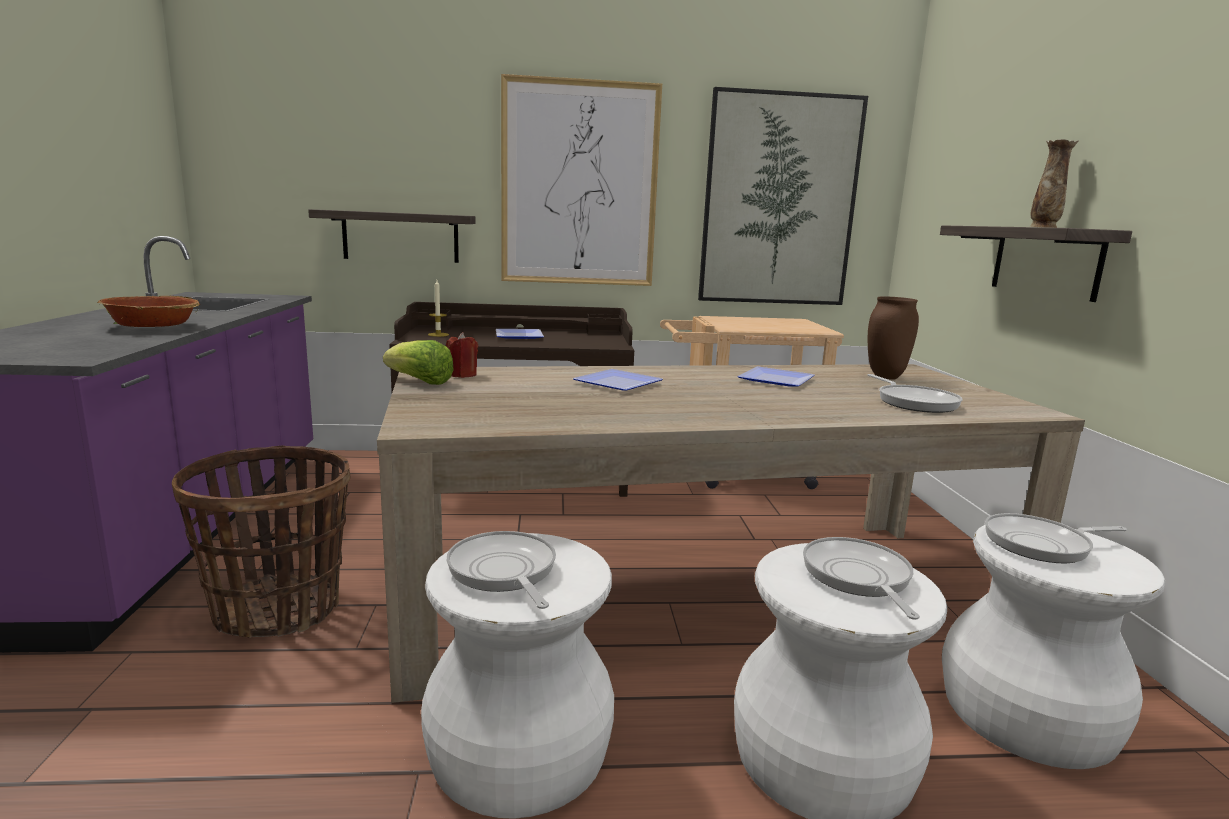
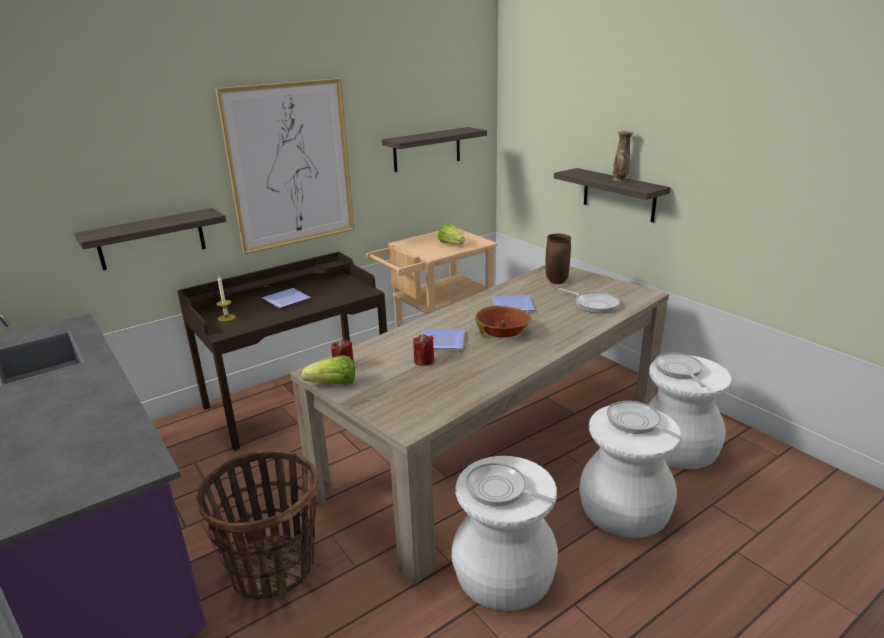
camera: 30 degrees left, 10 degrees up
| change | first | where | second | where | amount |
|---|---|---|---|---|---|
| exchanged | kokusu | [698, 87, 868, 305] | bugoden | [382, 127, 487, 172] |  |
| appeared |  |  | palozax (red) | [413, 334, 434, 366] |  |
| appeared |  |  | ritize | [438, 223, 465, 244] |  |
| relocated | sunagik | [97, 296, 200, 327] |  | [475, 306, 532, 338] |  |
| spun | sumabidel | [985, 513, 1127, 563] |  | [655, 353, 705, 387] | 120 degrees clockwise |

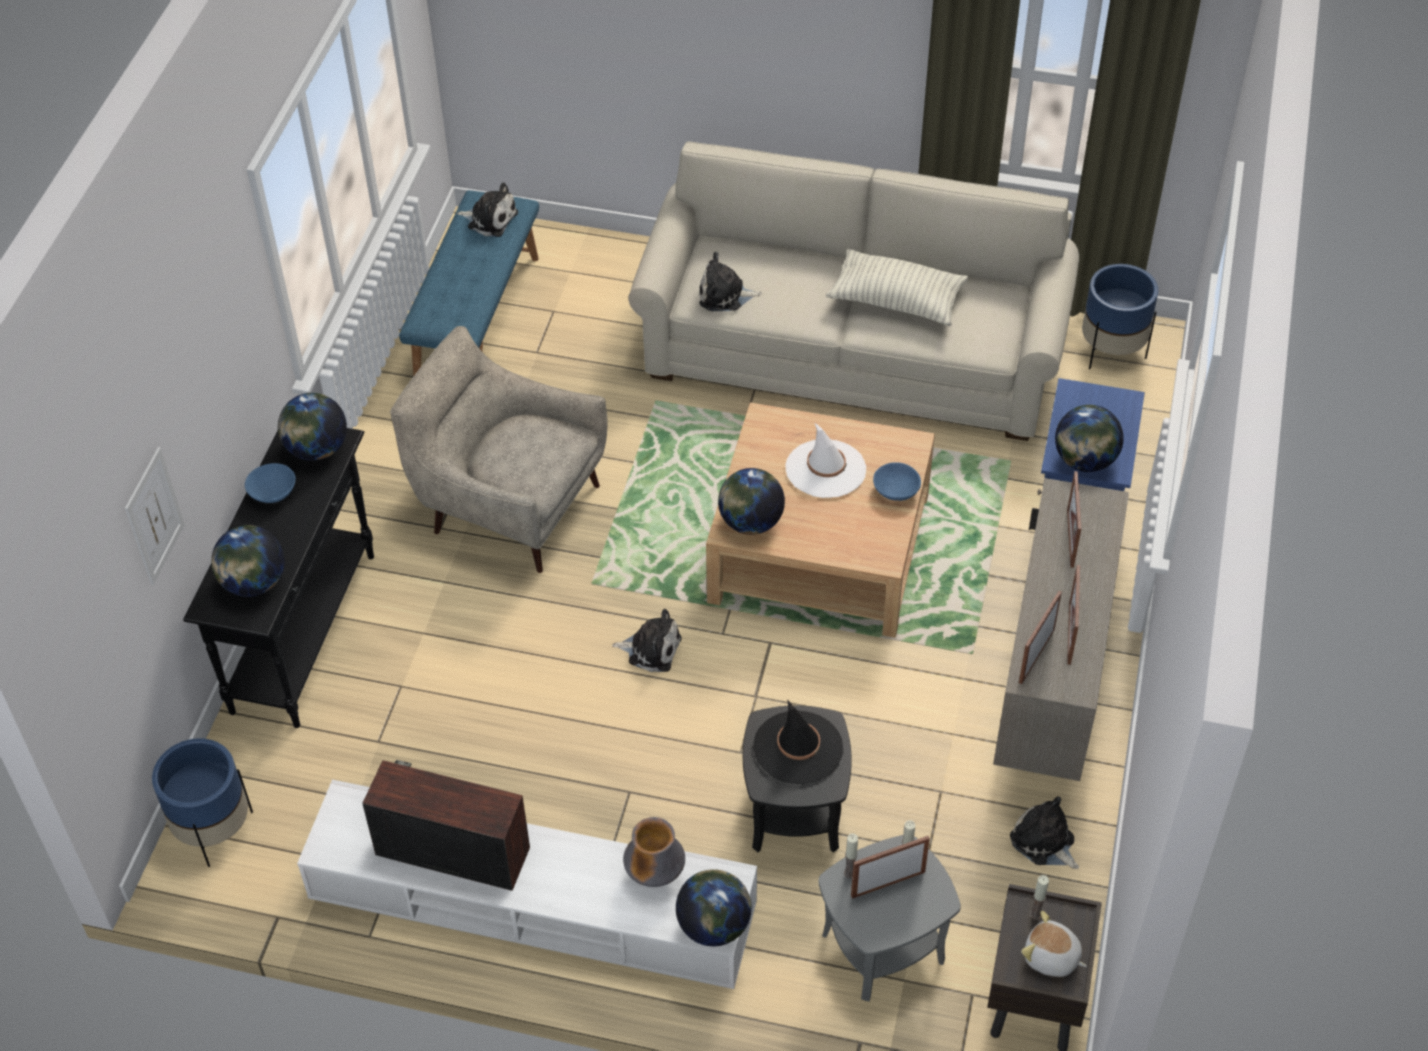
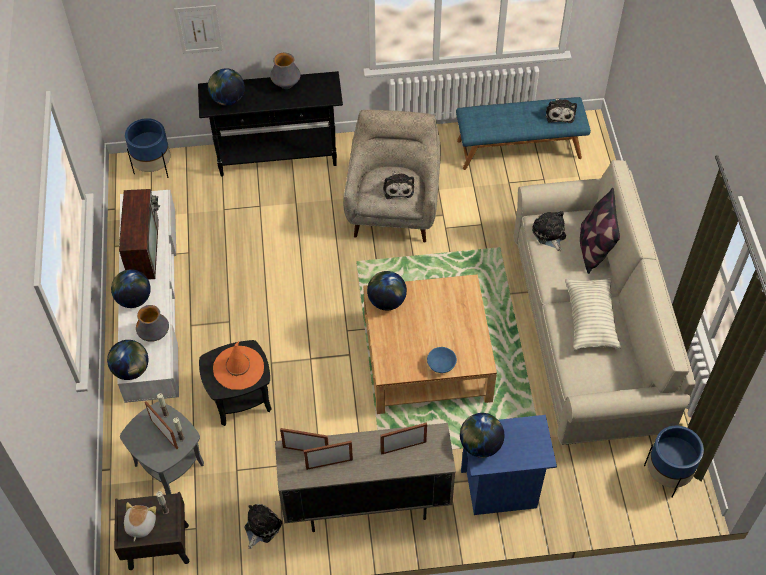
camera: 70 degrees right, 5 degrees up
| change | first | where | second | where | amount |
|---|---|---|---|---|---|
| relocated | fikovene | [278, 393, 347, 461] |  | [111, 269, 151, 308] |  |
| colour | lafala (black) | [753, 699, 843, 784] | lafala (orange) | [213, 341, 264, 390] |  |
| exchanged | sunagik (blue) | [245, 463, 296, 503] | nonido | [270, 53, 301, 89] |  |
| relocated | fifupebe | [612, 609, 682, 672] |  | [383, 171, 414, 199] |  |
| appeared |  |  | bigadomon | [580, 188, 620, 274] |  |
| missing | lafala (white) | [785, 422, 866, 498] |  |  |  |

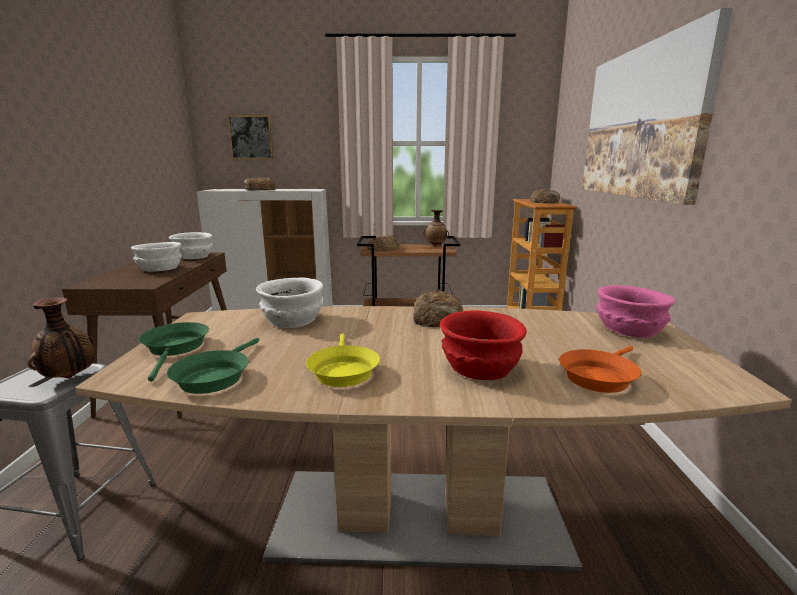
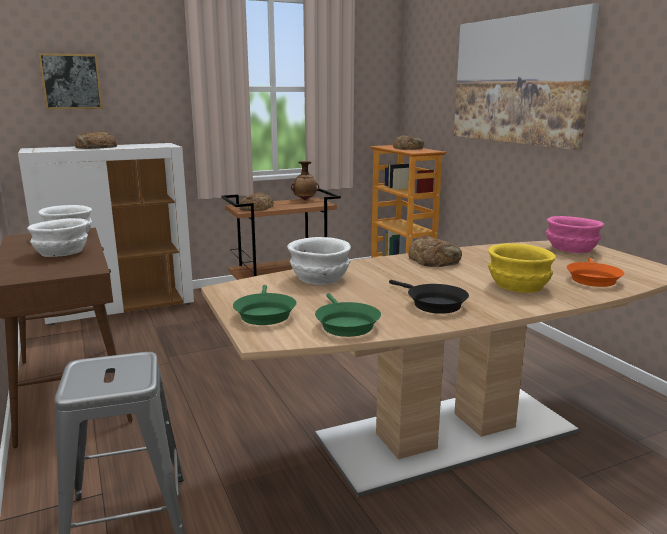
camera: 25 degrees left, 0 degrees up
| change | first | where | second | where | amount |
|---|---|---|---|---|---|
| spun | sumabidel (green) | [139, 322, 209, 382] |  | [233, 285, 297, 325] | 150 degrees counterclockwise |
| colour | sumabidel (yellow) | [306, 333, 380, 387] | sumabidel (black) | [389, 280, 469, 314] |  |
| colour | sunagik (red) | [440, 310, 527, 380] | sunagik (yellow) | [488, 243, 556, 293] |  |
| missing | nonido | [28, 297, 94, 378] |  |  |  |

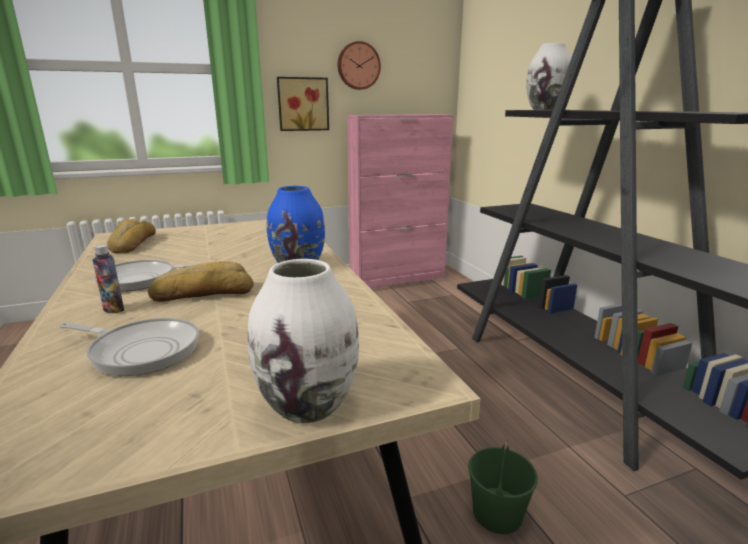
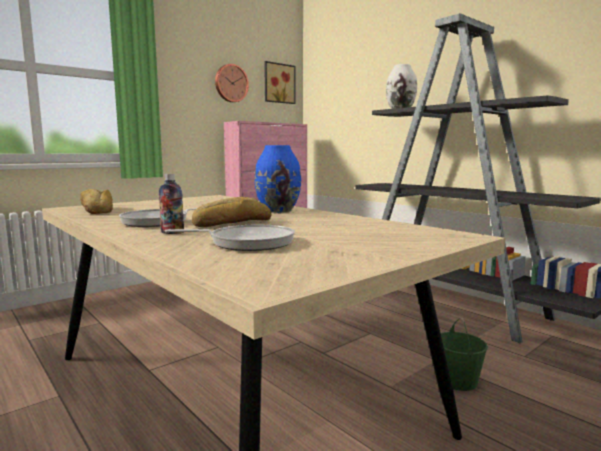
camera: 20 degrees left, 10 degrees down
| change | first | where | second | where | amount |
|---|---|---|---|---|---|
| relocated | kokusu | [277, 77, 329, 131] |  | [264, 61, 296, 104] |  |
| missing | nonido (white) | [248, 259, 359, 423] |  |  |  |

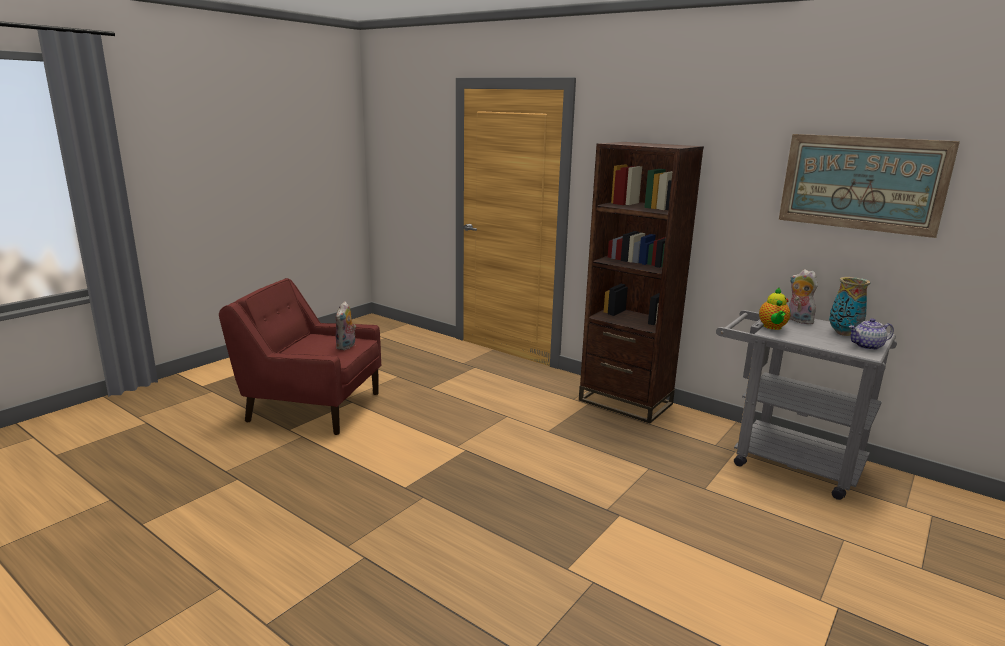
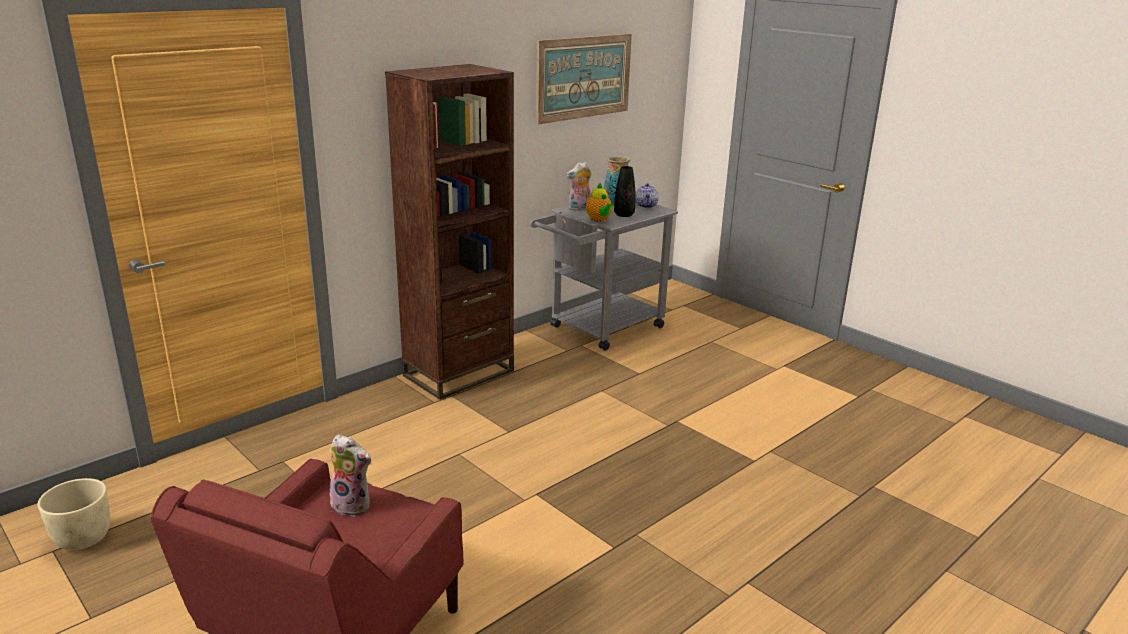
camera: 80 degrees left, 5 degrees up
| change | first | where | second | where | amount |
|---|---|---|---|---|---|
| appeared |  |  | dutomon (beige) | [38, 478, 110, 550] |  |
| spun | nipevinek | [759, 288, 790, 330] |  | [586, 183, 614, 222] | 45 degrees clockwise |
| appeared |  |  | nonido (black) | [614, 166, 636, 217] |  |

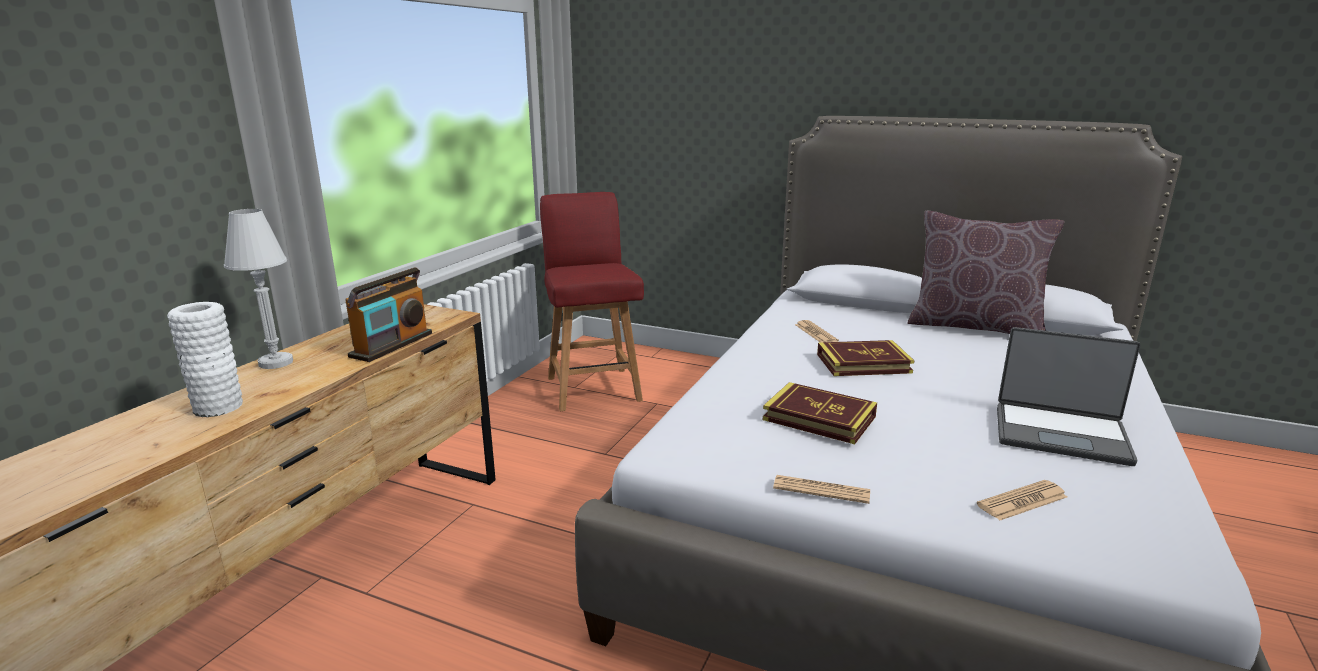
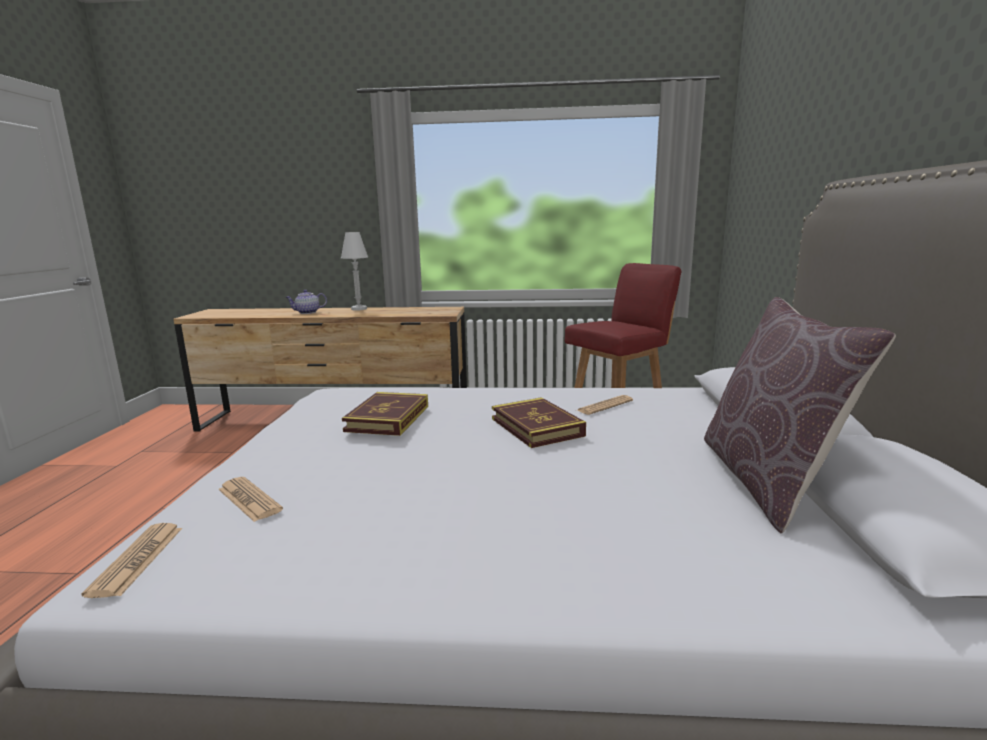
camera: 70 degrees right, 5 degrees down
| change | first | where | second | where | amount |
|---|---|---|---|---|---|
| relocated | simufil | [773, 475, 870, 504] |  | [81, 523, 182, 598] |  |
| exchanged | nonido (white) | [167, 302, 243, 417] | nipevinek | [285, 290, 327, 314] |  |
| missing | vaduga | [345, 267, 432, 362] |  |  |  |
| missing | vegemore | [997, 327, 1140, 466] |  |  |  |

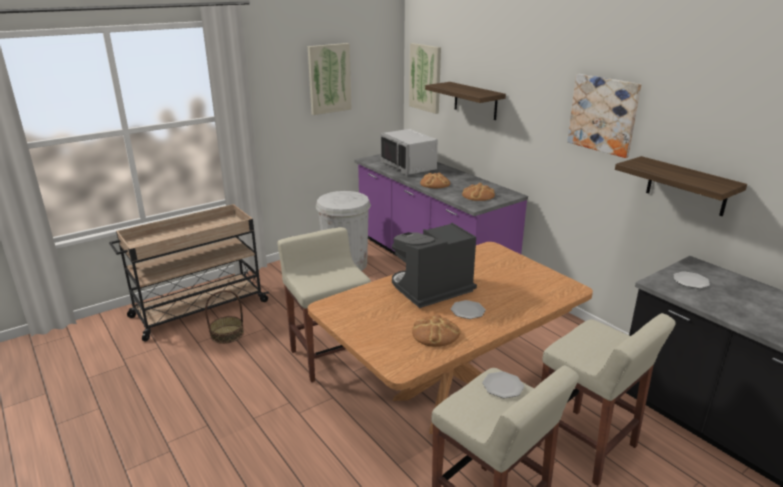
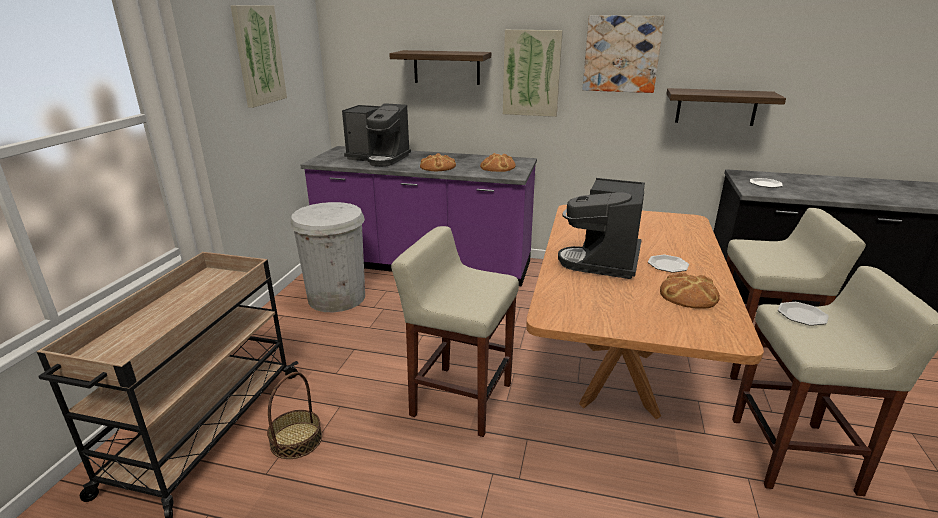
camera: 40 degrees left, 0 degrees up
| change | first | where | second | where | amount |
|---|---|---|---|---|---|
| exchanged | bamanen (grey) | [381, 129, 438, 175] | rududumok | [342, 103, 411, 167] |  |
| relocated | kokusu | [409, 43, 441, 114] |  | [503, 30, 563, 117] |  |

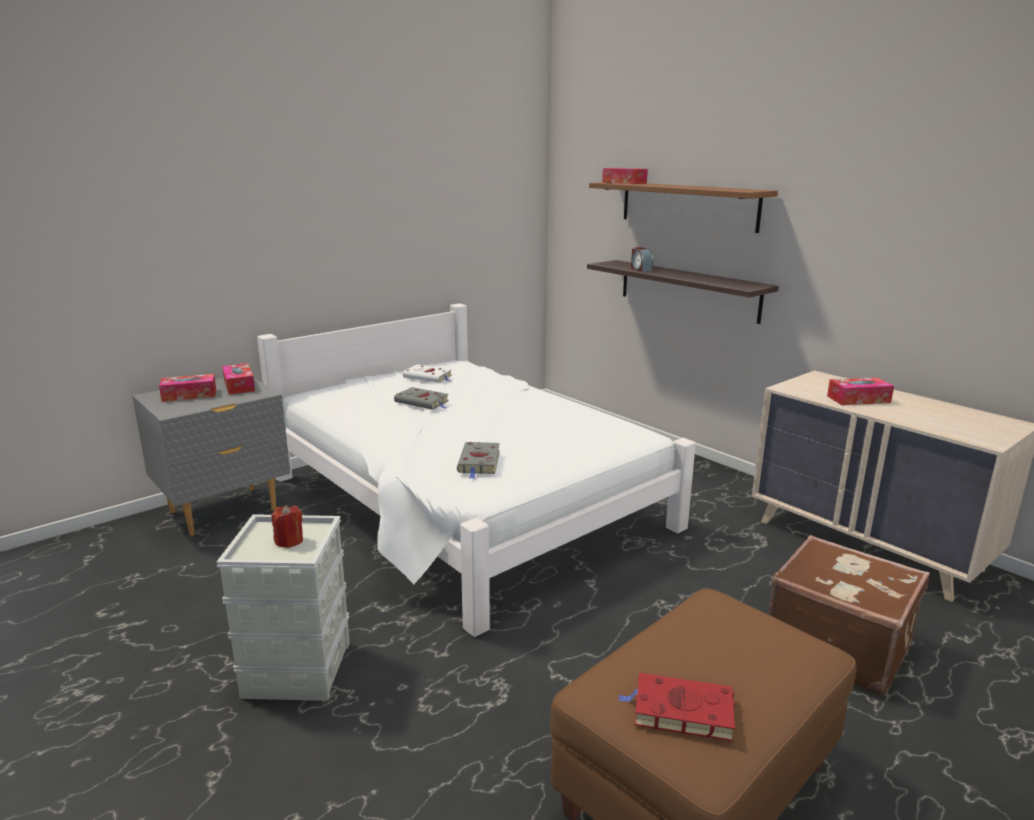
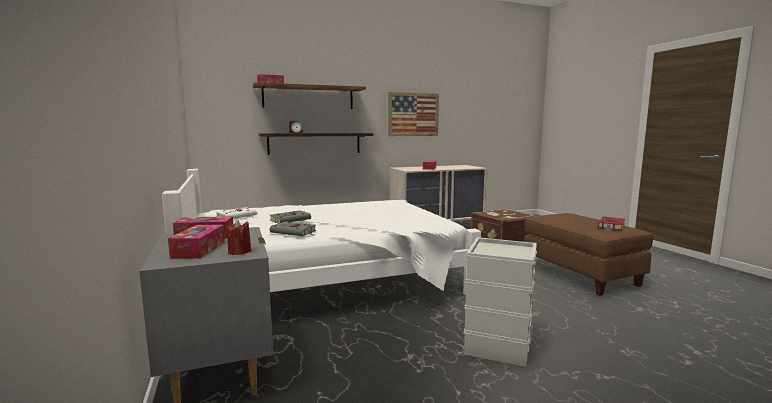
camera: 70 degrees left, 10 degrees down
| change | first | where | second | where | amount |
|---|---|---|---|---|---|
| relocated | palozax (red) | [271, 505, 303, 548] |  | [227, 220, 251, 255] |  |
| relocated | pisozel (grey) | [457, 442, 500, 479] |  | [270, 221, 316, 236] |  |
| appeared |  |  | kokusu | [388, 92, 439, 136] |  |

